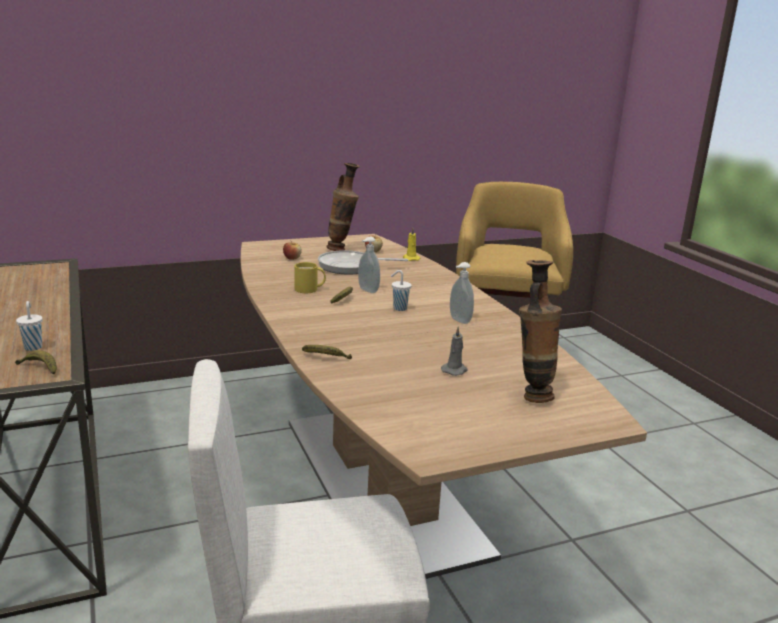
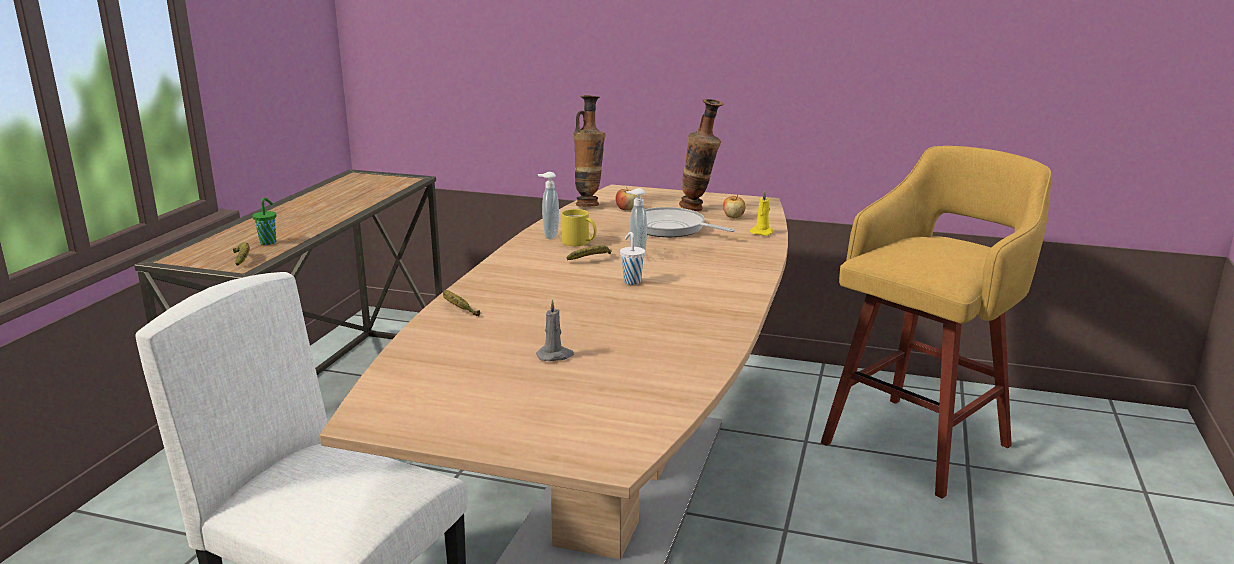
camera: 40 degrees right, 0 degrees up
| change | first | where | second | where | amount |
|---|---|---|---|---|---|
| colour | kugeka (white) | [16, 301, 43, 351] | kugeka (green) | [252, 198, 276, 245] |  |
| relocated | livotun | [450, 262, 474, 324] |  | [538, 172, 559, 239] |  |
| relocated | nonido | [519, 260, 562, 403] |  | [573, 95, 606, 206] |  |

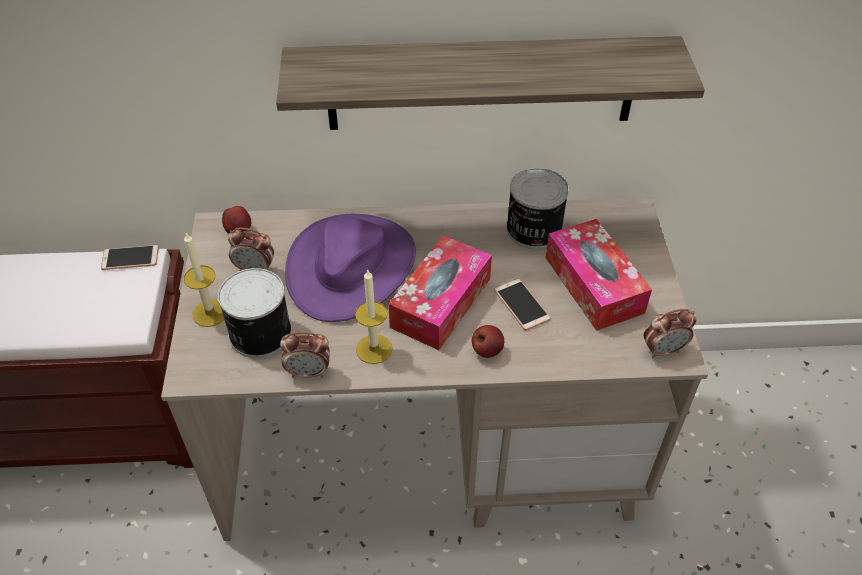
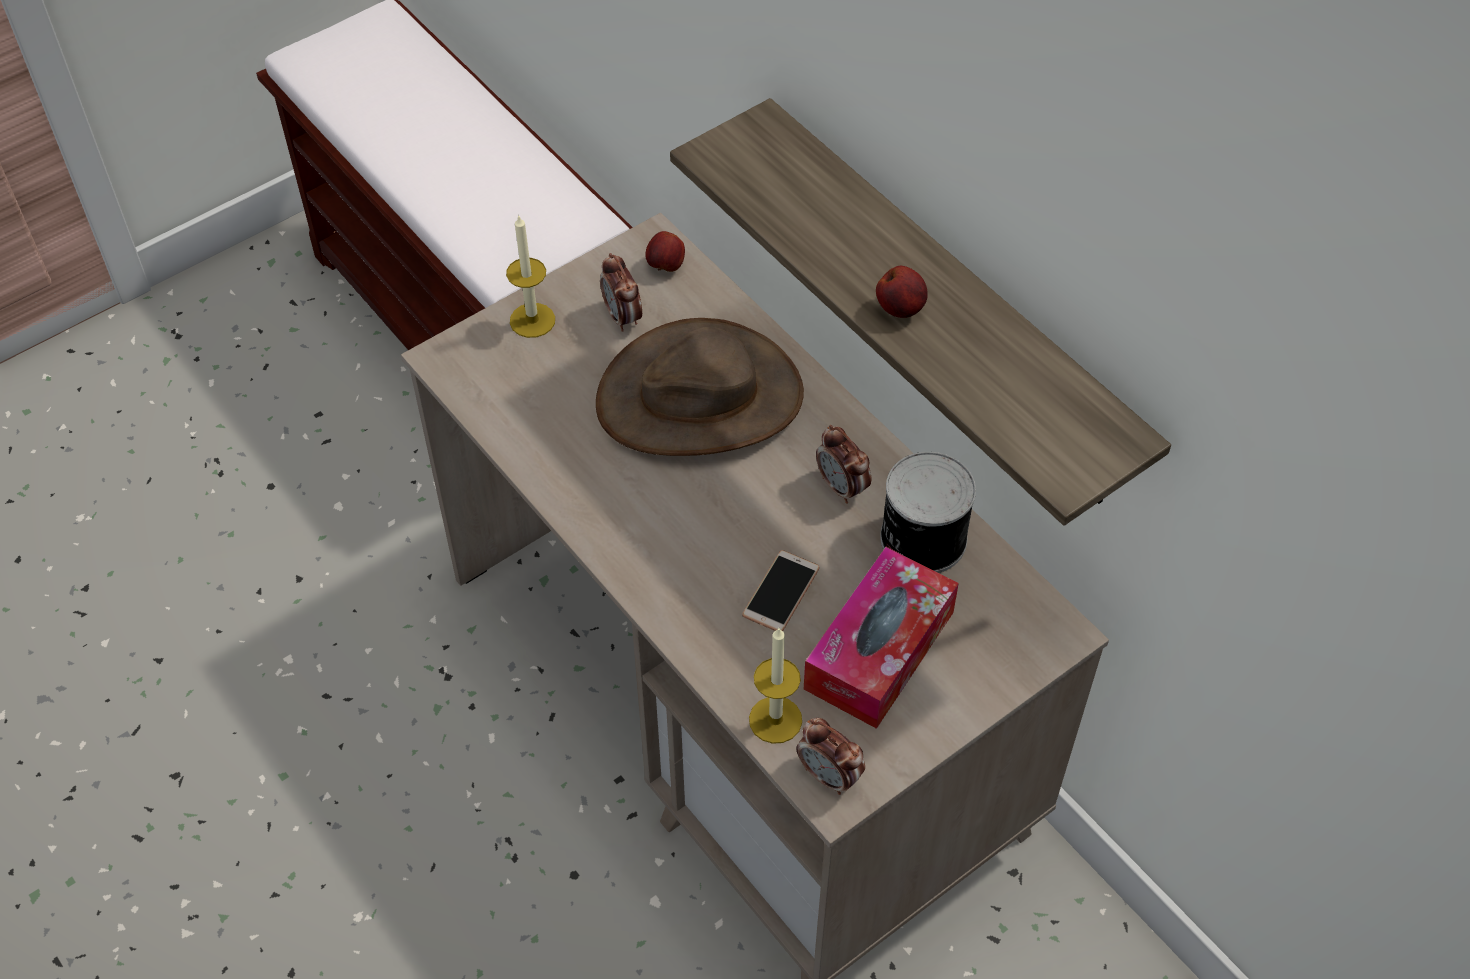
camera: 55 degrees right, 5 degrees up
| change | first | where | second | where | amount |
|---|---|---|---|---|---|
| colour | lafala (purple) | [285, 214, 416, 322] | lafala (brown) | [596, 318, 804, 456] |  |
| relocated | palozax | [355, 270, 393, 364] |  | [749, 628, 802, 744] |  |
| relocated | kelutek | [280, 332, 330, 378] |  | [816, 425, 871, 504] |  |
| relocated | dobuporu | [472, 325, 504, 358] |  | [876, 266, 928, 318] |  |
| missing | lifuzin | [101, 245, 159, 270] |  |  |  |
| missing | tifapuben | [218, 268, 292, 358] |  |  |  |
| missing | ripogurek | [388, 235, 492, 350] |  |  |  |

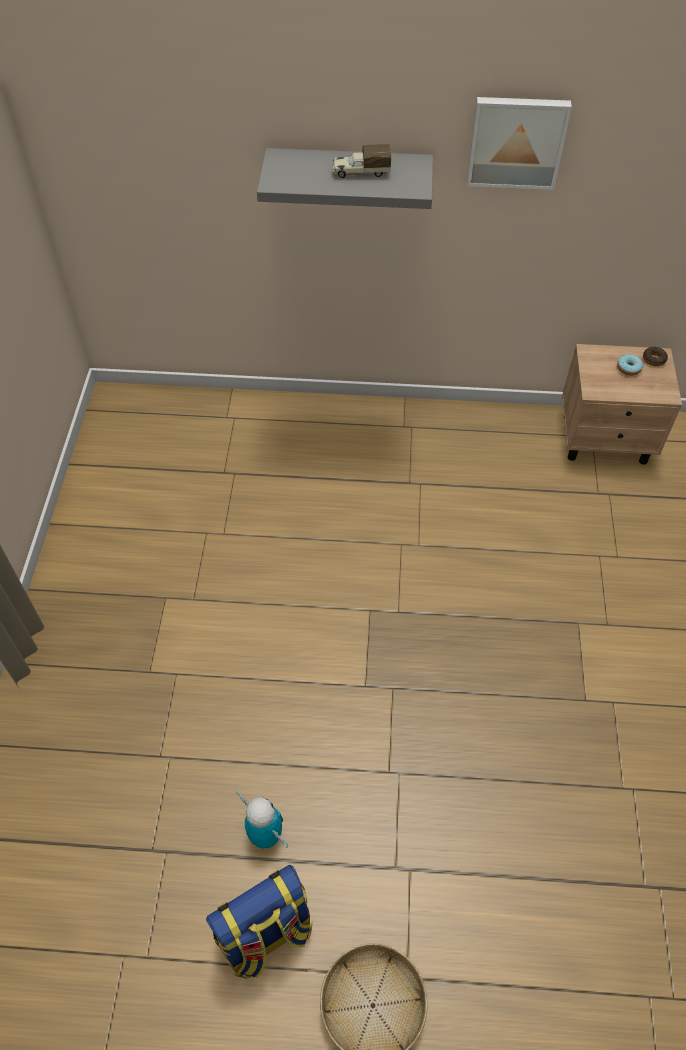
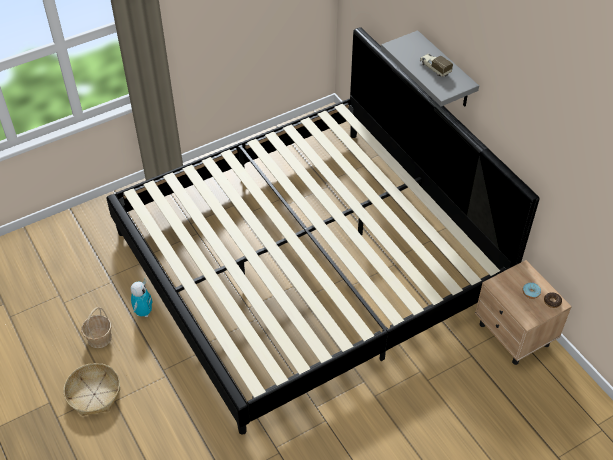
camera: 55 degrees right, 5 degrees down
| change | first | where | second | where | amount |
|---|---|---|---|---|---|
| exchanged | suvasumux | [206, 865, 312, 979] | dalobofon | [81, 307, 112, 348] |  |
| appeared |  |  | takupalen | [106, 27, 540, 435] |  |
| missing | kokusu | [467, 97, 572, 190] |  |  |  |

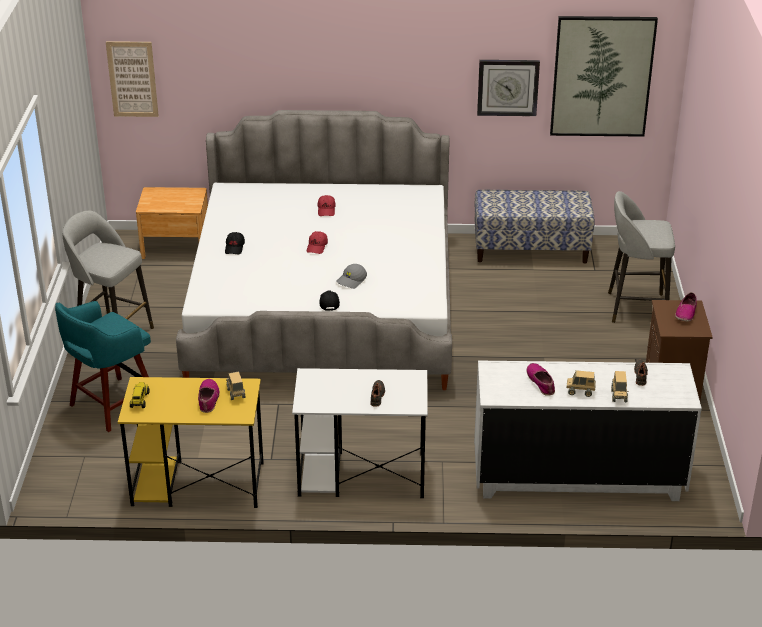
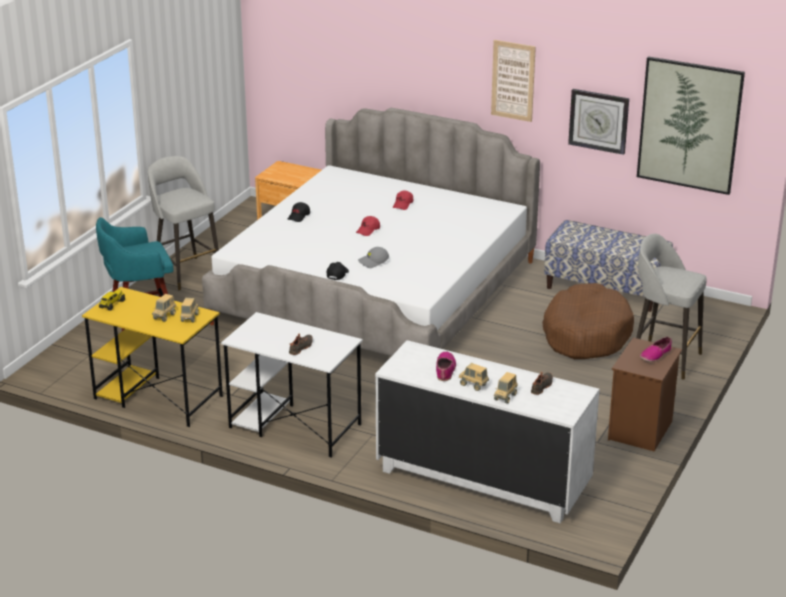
camera: 25 degrees right, 5 degrees down
| change | first | where | second | where | amount |
|---|---|---|---|---|---|
| exchanged | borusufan | [198, 379, 220, 413] | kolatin | [152, 294, 176, 322] |  |
| relocated | kokusu | [106, 41, 159, 117] |  | [491, 40, 536, 122] |  |
| appeared |  |  | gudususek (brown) | [542, 283, 634, 359] |  |

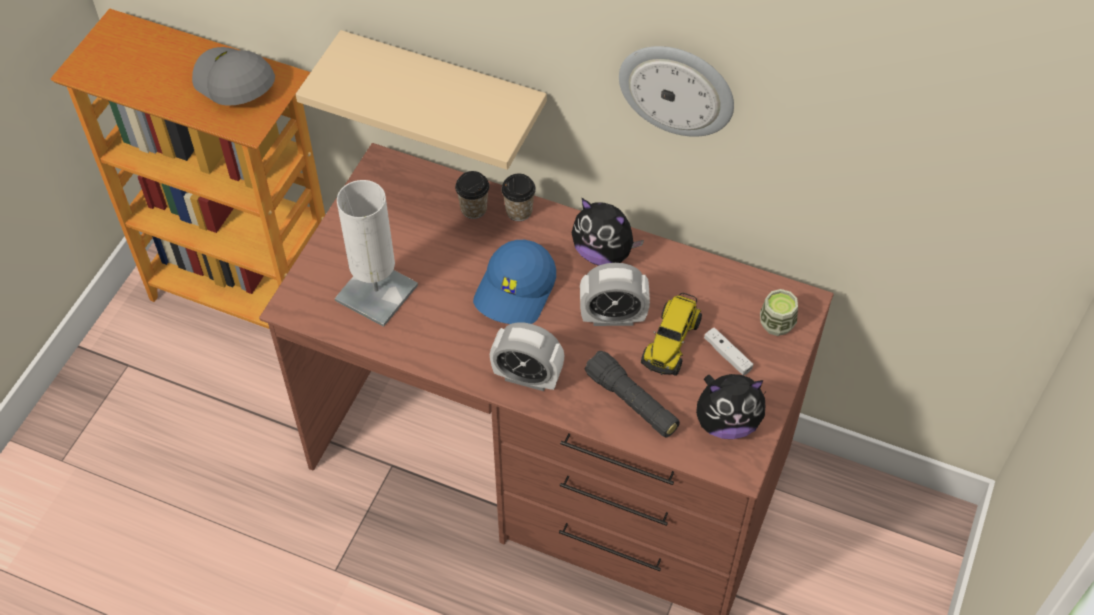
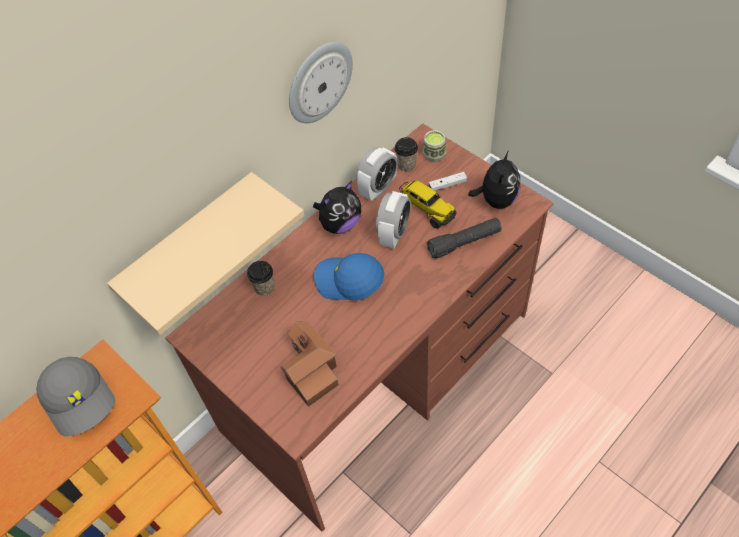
camera: 65 degrees left, 0 degrees up
| change | first | where | second | where | amount |
|---|---|---|---|---|---|
| spun | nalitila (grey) | [192, 47, 275, 106] |  | [36, 357, 115, 437] | 105 degrees counterclockwise |
| exchanged | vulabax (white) | [335, 180, 418, 327] | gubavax | [281, 321, 339, 407] |  |
| spun | nalitila (blue) | [473, 240, 556, 324] |  | [314, 253, 384, 300] | 150 degrees clockwise |
| relocated | kelutek | [490, 322, 564, 391] |  | [356, 147, 398, 201] |  |
| relocated | kugeka | [501, 173, 536, 221] |  | [394, 137, 418, 171] |  |

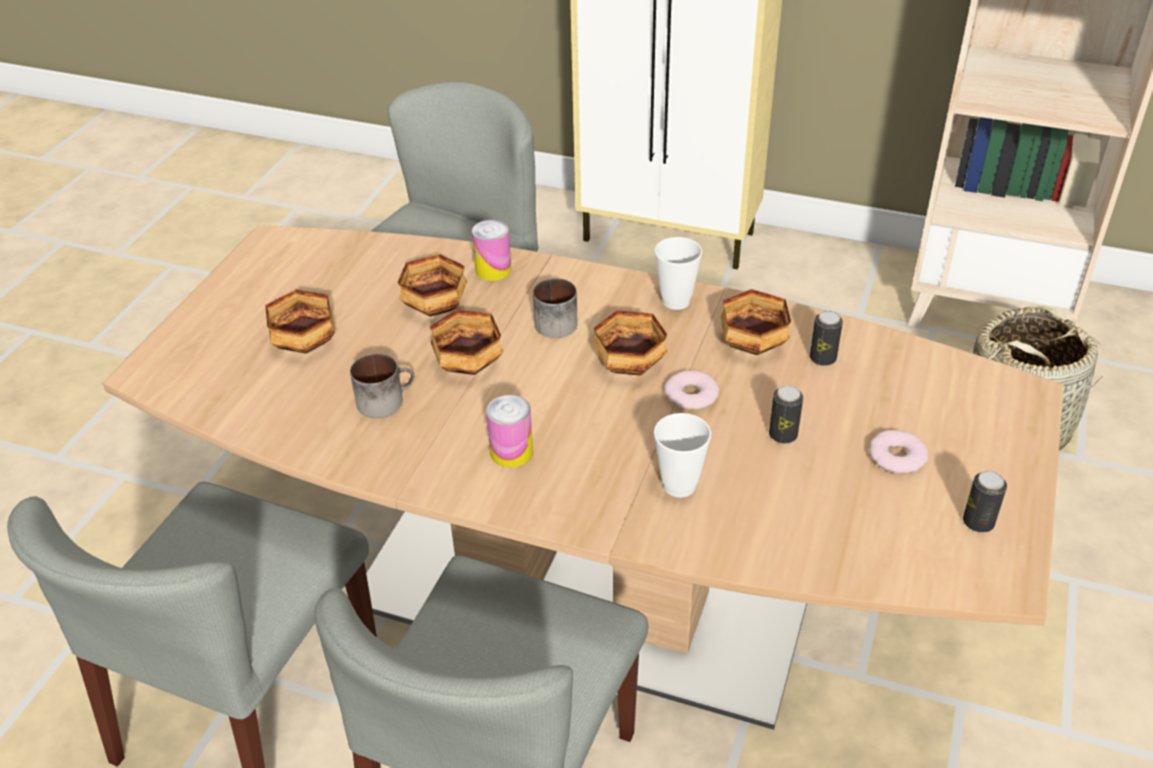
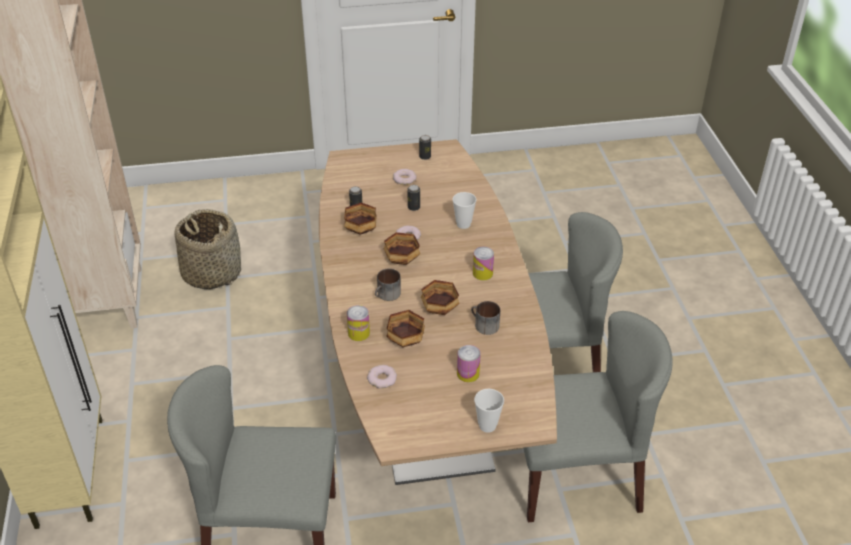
camera: 120 degrees left, 0 degrees up
| change | first | where | second | where | amount |
|---|---|---|---|---|---|
| appeared |  |  | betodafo | [367, 365, 397, 388] |  |
| exchanged | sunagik | [265, 290, 335, 354] | tifapuben | [457, 345, 481, 382] |  |
| relocated | kugeka | [654, 237, 702, 310] |  | [474, 389, 504, 433] |  |

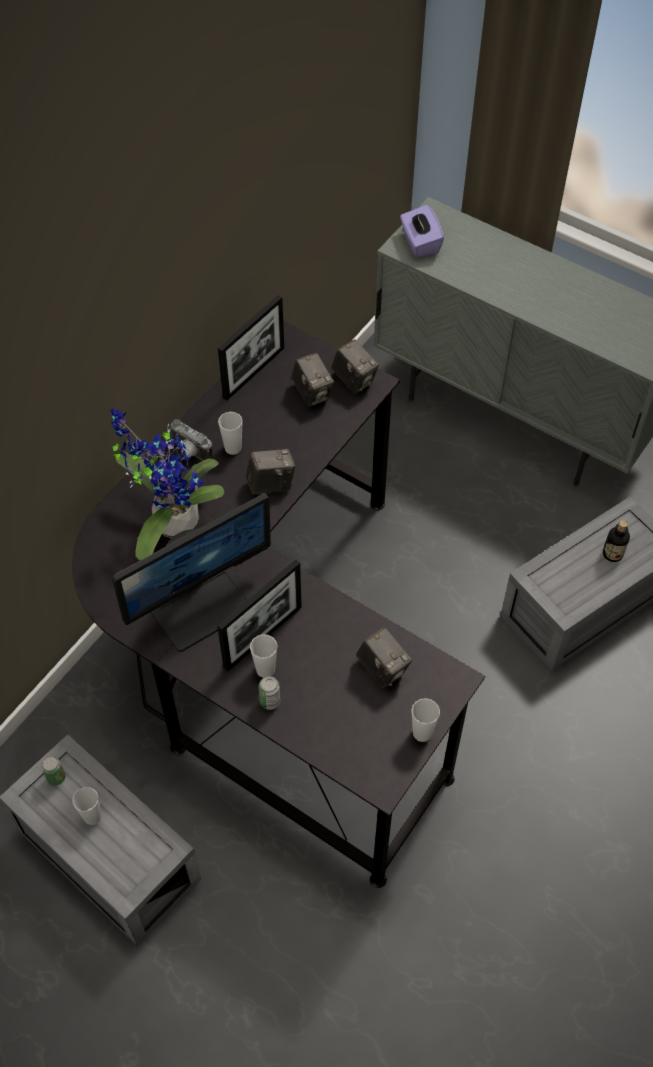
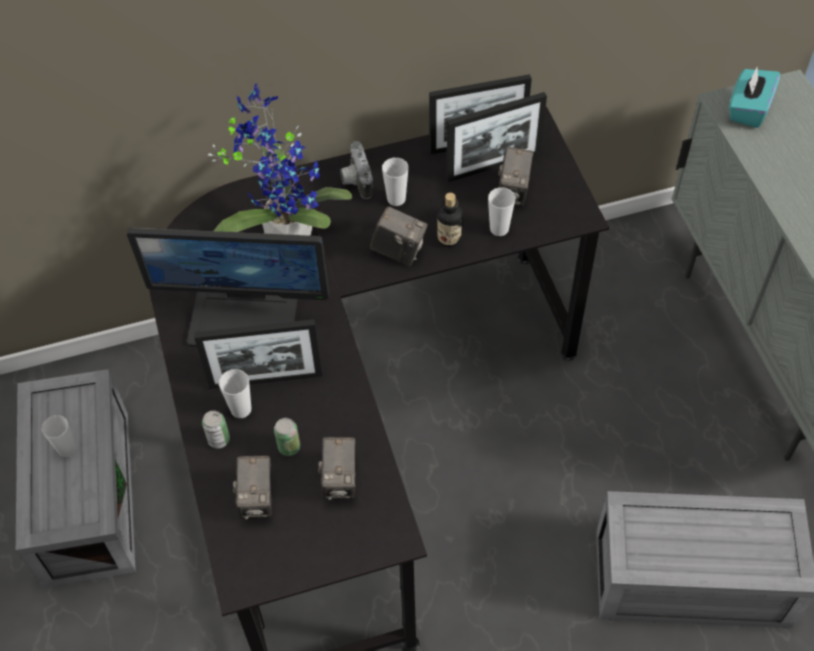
camera: 40 degrees right, 0 degrees up
| change | first | where | second | where | amount |
|---|---|---|---|---|---|
| relocated | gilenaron | [331, 339, 379, 394] |  | [233, 456, 272, 519] |  |
| relocated | tifapuben | [41, 756, 66, 786] |  | [274, 418, 300, 456] |  |
| relocated | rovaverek | [603, 520, 630, 562] |  | [437, 193, 463, 248] |  |
| appeared |  |  | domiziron | [446, 92, 547, 182] |  |
| relocated | kugeka | [411, 698, 440, 742] |  | [488, 187, 515, 236] |  |
| colour | ripogurek (purple) | [400, 205, 444, 258] | ripogurek (turquoise) | [729, 67, 780, 128] |  |

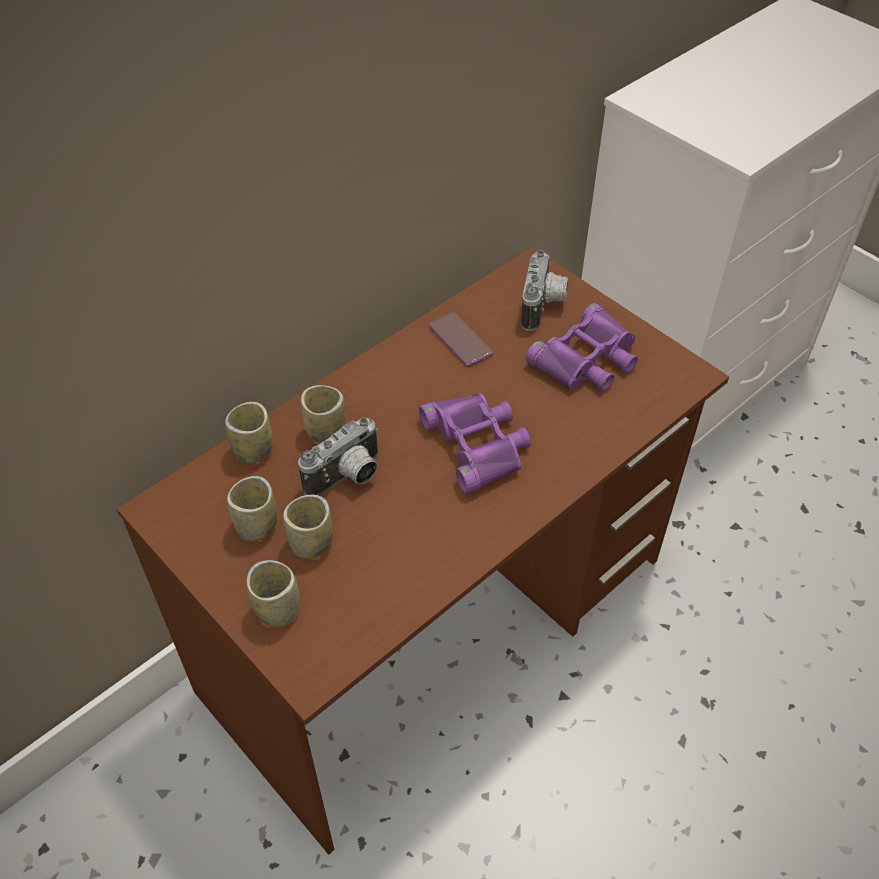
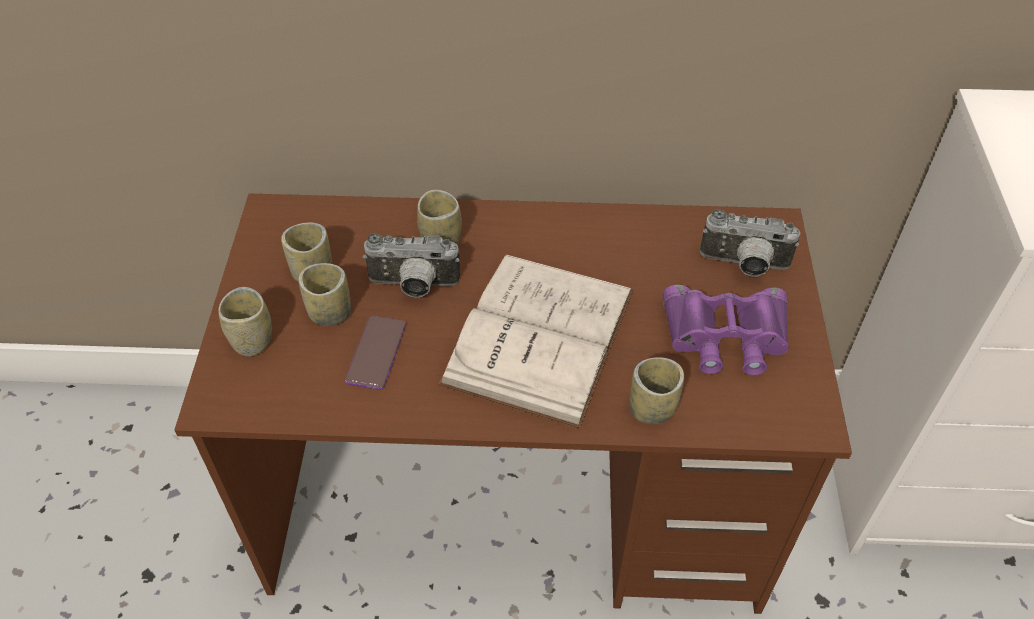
camera: 45 degrees right, 0 degrees up
| change | first | where | second | where | amount |
|---|---|---|---|---|---|
| relocated | lifuzin | [429, 313, 493, 367] |  | [345, 316, 406, 390] |  |
| exchanged | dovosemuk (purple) | [419, 393, 531, 494] | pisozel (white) | [439, 254, 634, 428] |  |
| relocated | kugeka | [225, 402, 272, 464] |  | [630, 357, 684, 424] |  |
| spun | gilenaron | [521, 250, 568, 331] |  | [700, 209, 800, 276] | 45 degrees clockwise |

